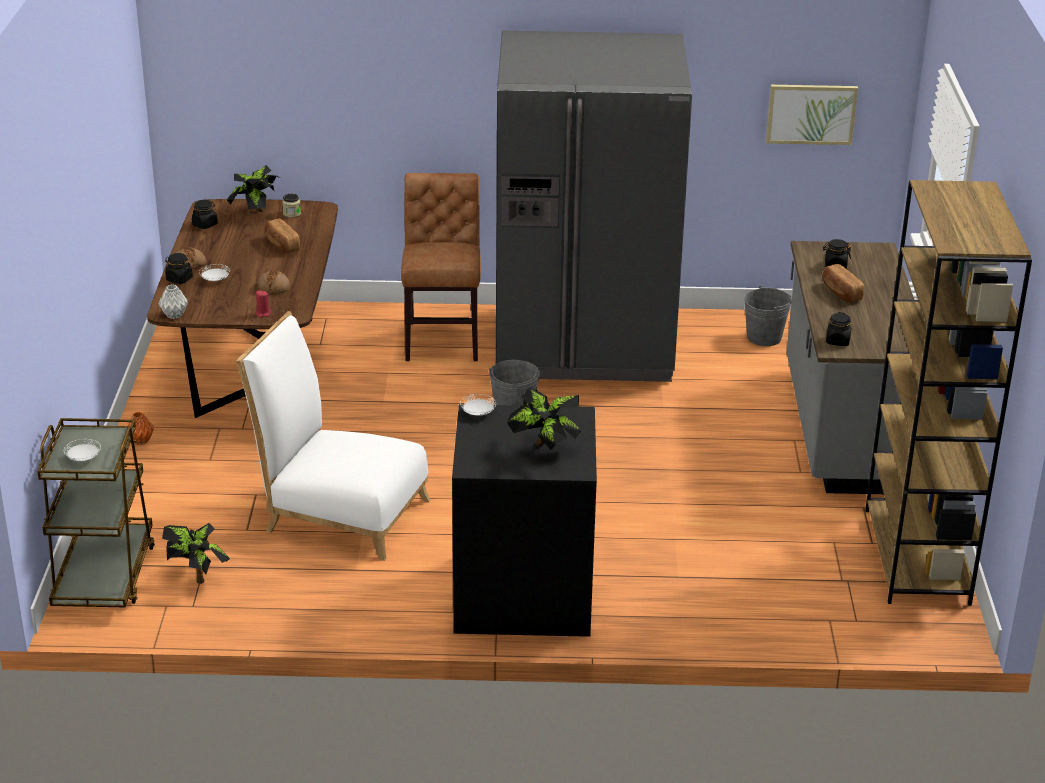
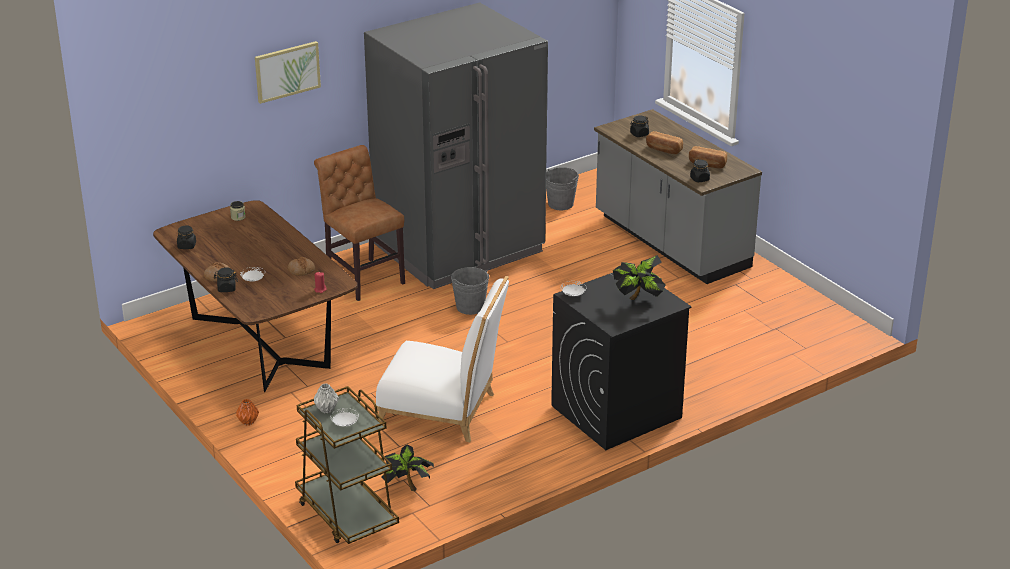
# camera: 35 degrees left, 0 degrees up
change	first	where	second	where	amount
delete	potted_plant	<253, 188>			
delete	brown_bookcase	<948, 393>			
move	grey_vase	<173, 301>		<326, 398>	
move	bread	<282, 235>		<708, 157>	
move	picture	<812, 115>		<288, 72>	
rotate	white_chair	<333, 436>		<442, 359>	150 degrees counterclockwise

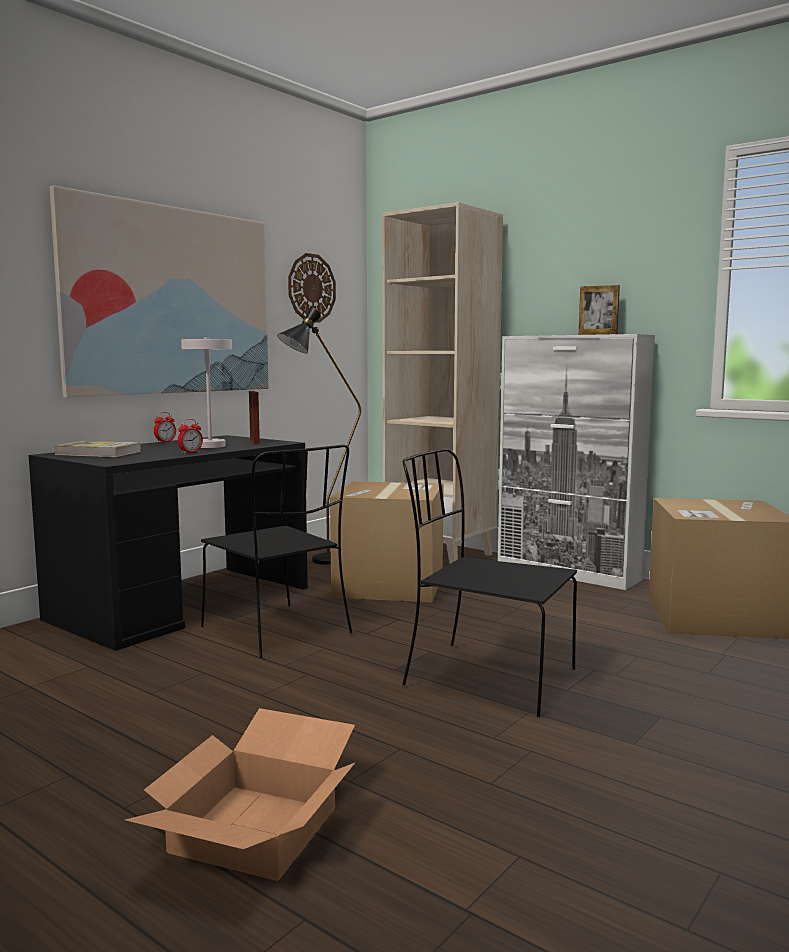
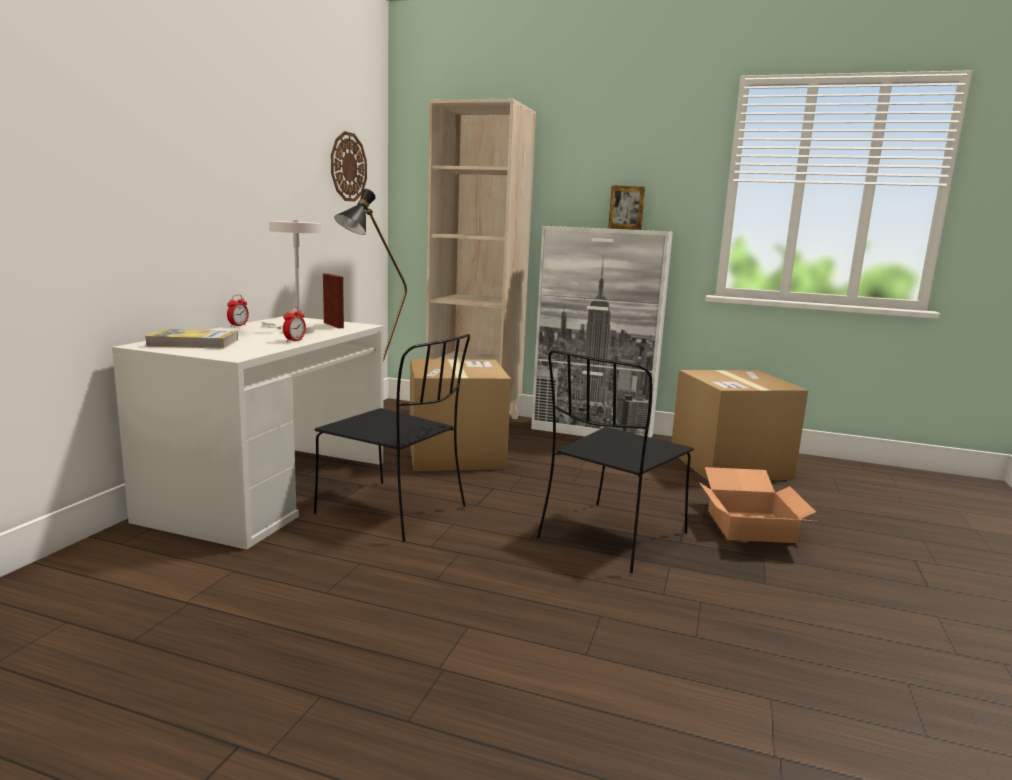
# camera: 20 degrees left, 5 degrees up
change	first	where	second	where	amount
delete	picture	<159, 292>			
move	cardboard_box	<240, 794>		<757, 505>	
recolor	black_desk	<168, 543>	white_desk	<248, 433>	
rotate	black_chair	<489, 583>		<615, 461>	60 degrees counterclockwise

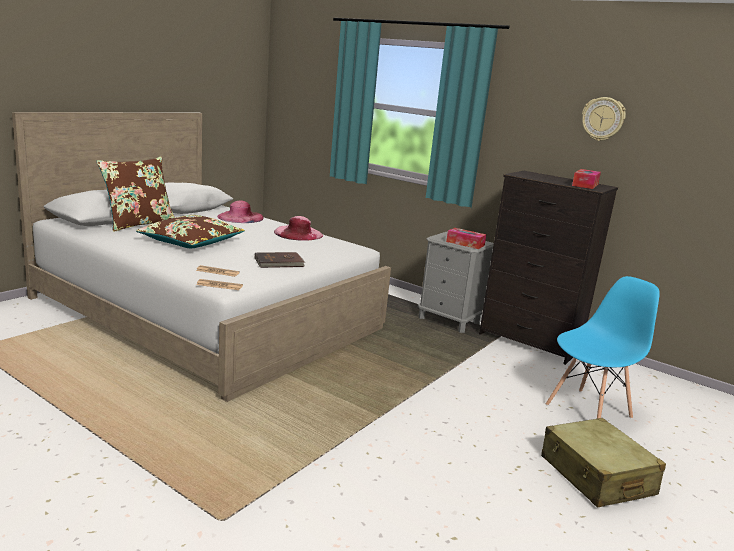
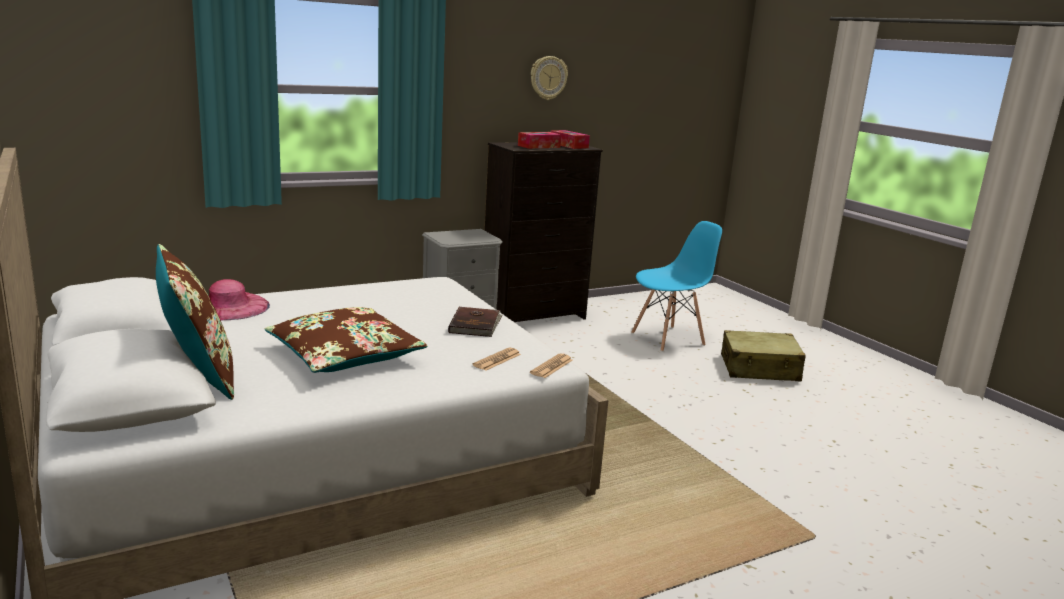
# camera: 65 degrees left, 0 degrees up
change	first	where	second	where	amount
delete	pink_hat	<298, 228>			
move	tissue_box	<466, 238>		<539, 140>	
rotate	blue_chair	<603, 347>		<676, 286>	75 degrees clockwise

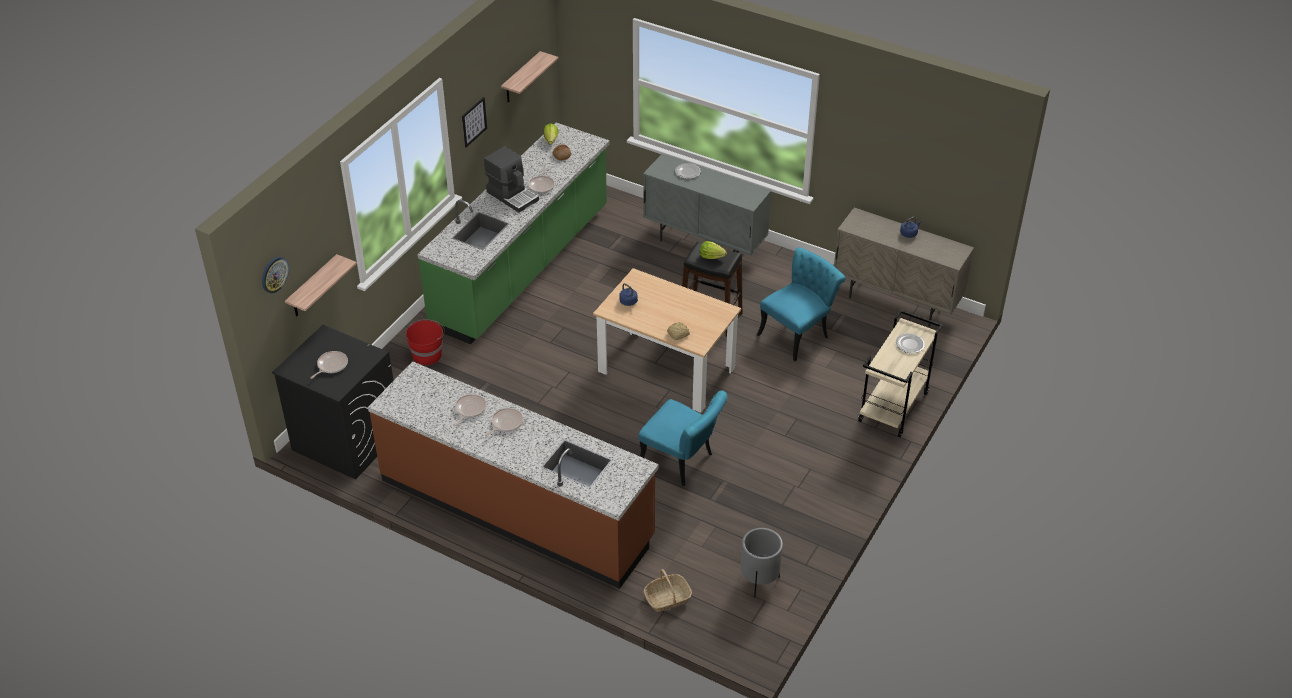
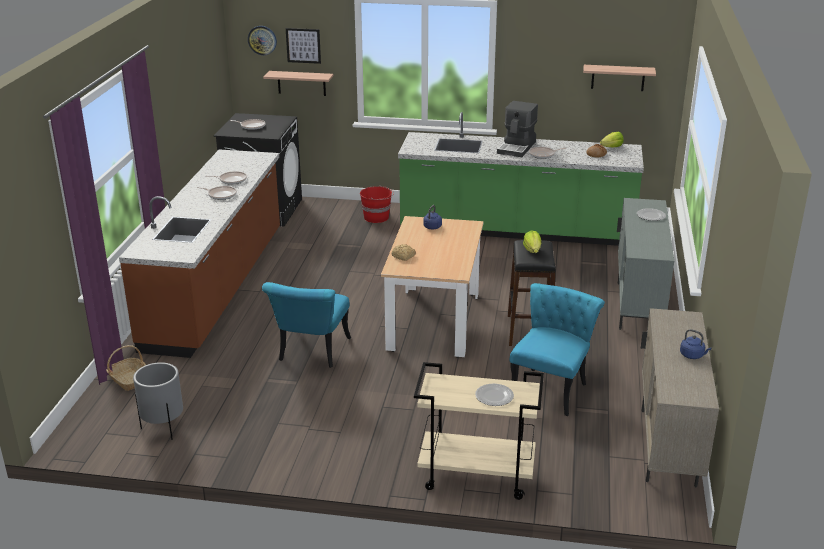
# camera: 70 degrees right, 15 degrees down
change	first	where	second	where	amount
move	picture	<474, 122>		<303, 46>	
rotate	turquoise_chair	<801, 304>		<557, 349>	90 degrees counterclockwise

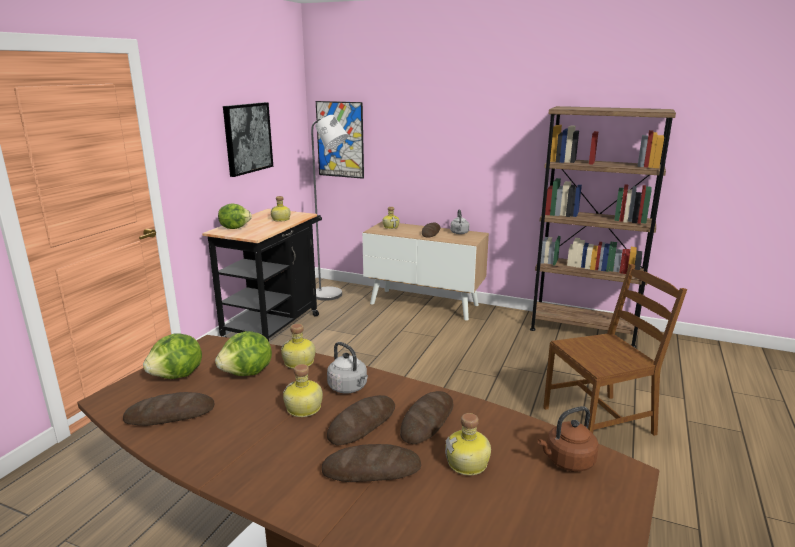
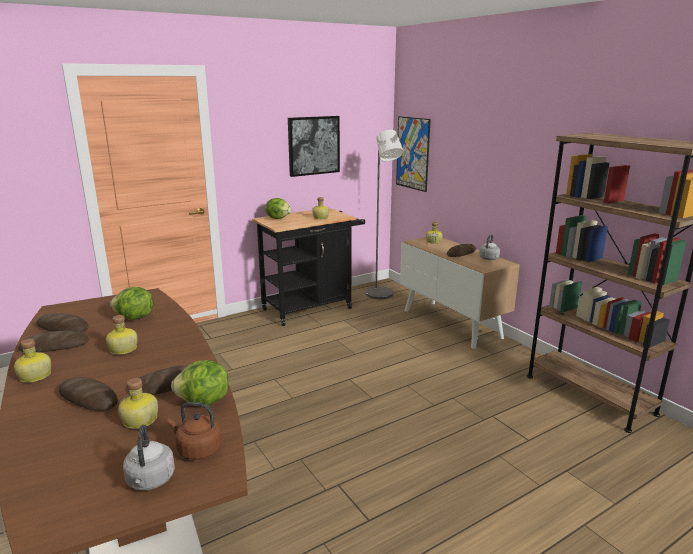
# camera: 35 degrees right, 0 degrees up
change	first	where	second	where	amount
delete	brown_chair	<615, 350>			
move	lettuce	<172, 356>		<200, 382>	
move	bottle	<298, 346>		<32, 361>	
move	grey_kettle	<347, 367>		<149, 457>	
move	bread	<361, 420>		<53, 341>	

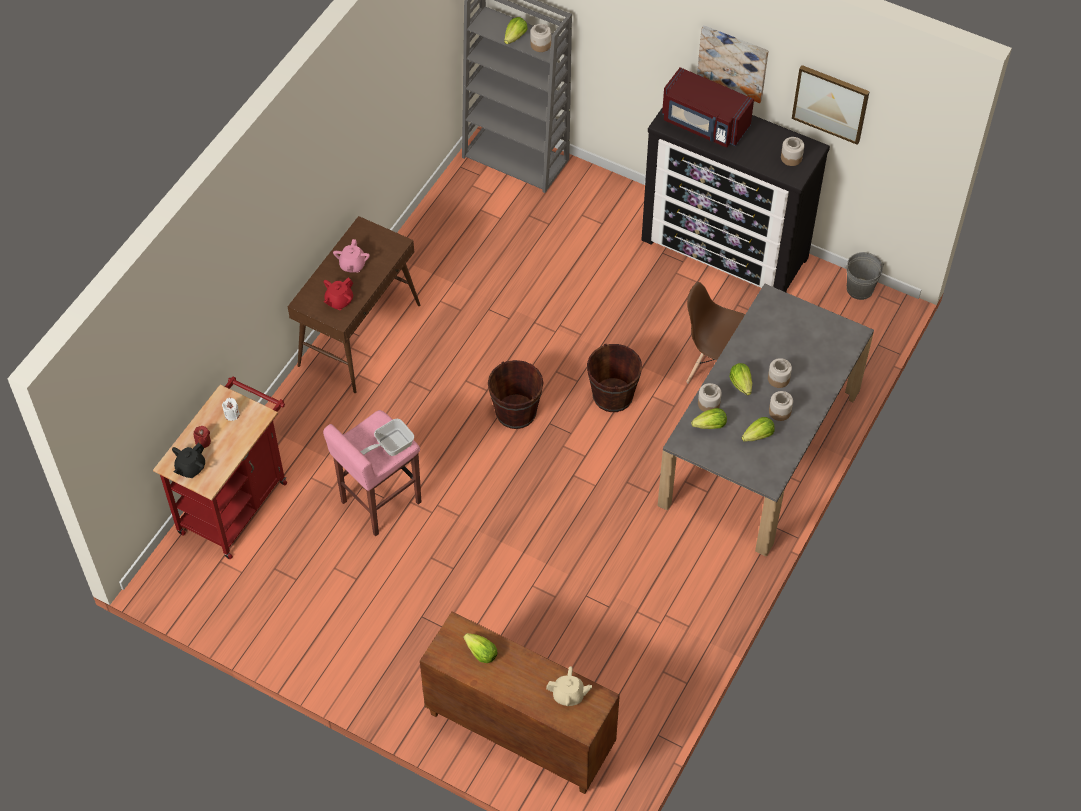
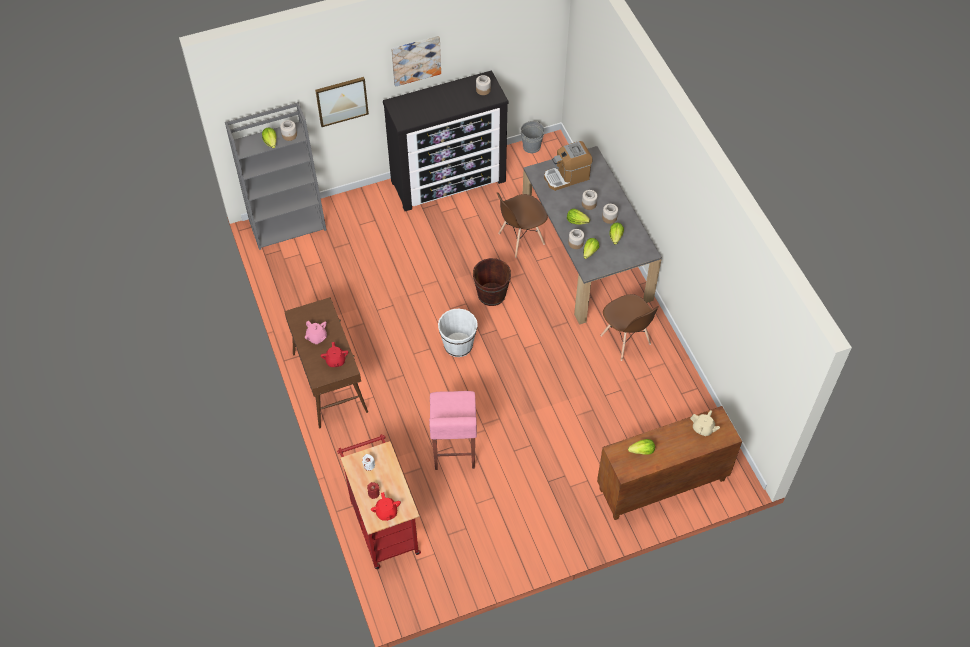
# camera: 50 degrees left, 0 degrees up
change	first	where	second	where	amount
delete	frying_pan	<387, 437>			
delete	red_microwave	<708, 107>			
insert			coffee_machine	<568, 166>	
insert			brown_chair	<629, 327>	
move	picture	<831, 105>		<342, 102>	
recolor	black_teapot	<188, 460>	red_teapot	<386, 506>	
recolor	brown_bucket	<515, 394>	white_bucket	<458, 333>	
rotate	beige_teapot	<569, 686>		<705, 423>	75 degrees clockwise

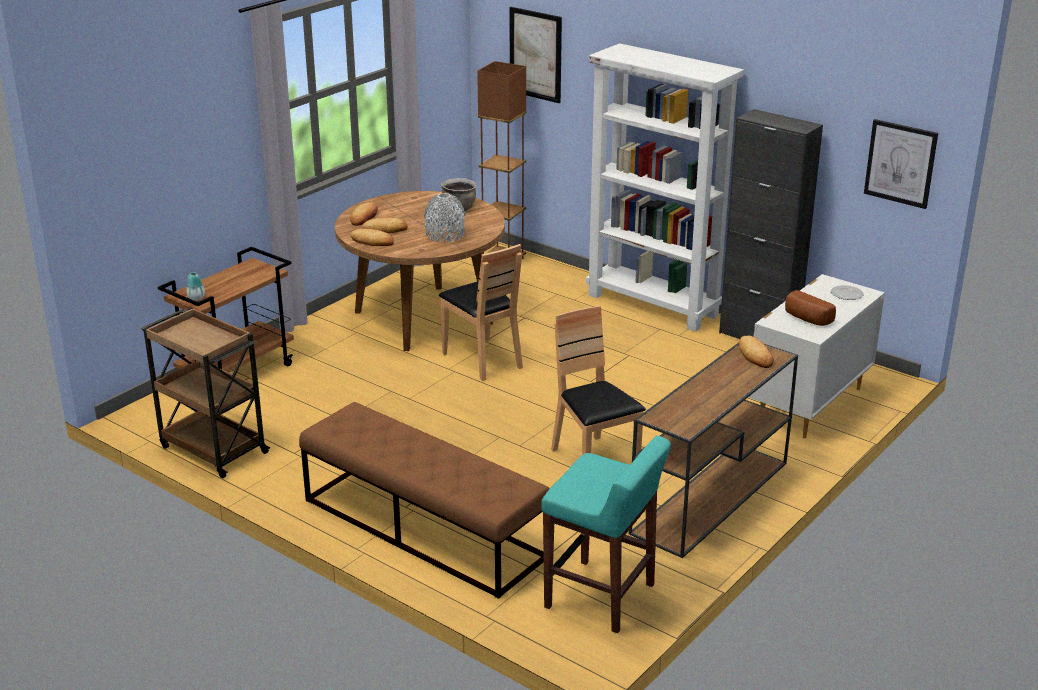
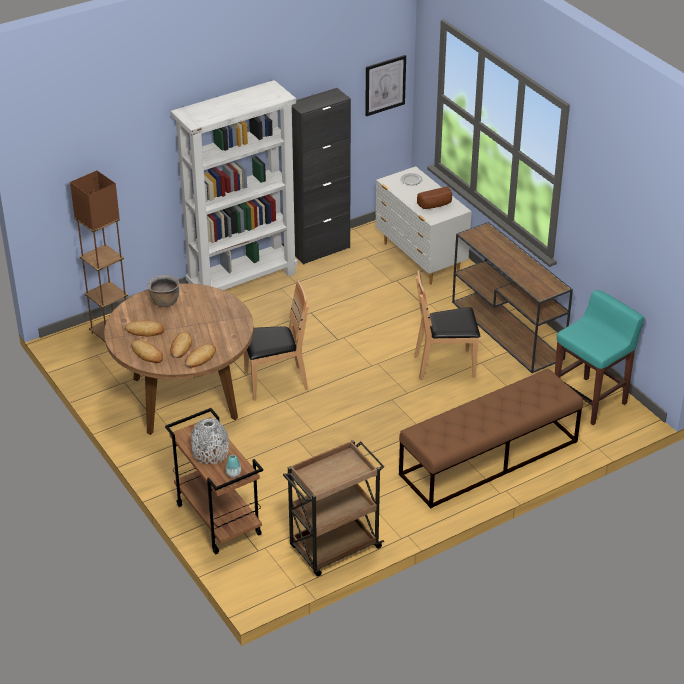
# camera: 70 degrees left, 10 degrees up
change	first	where	second	where	amount
delete	picture	<536, 55>			
move	grey_vase	<444, 218>		<210, 441>	
move	bread	<756, 352>		<144, 329>	

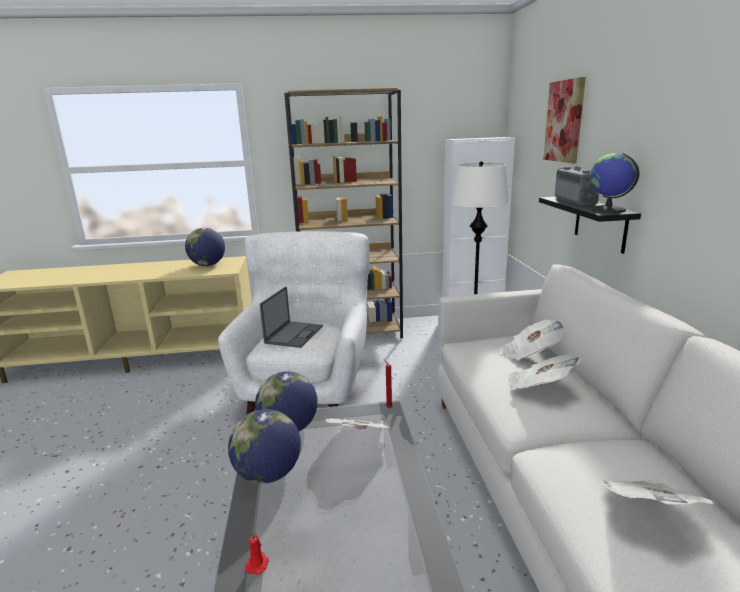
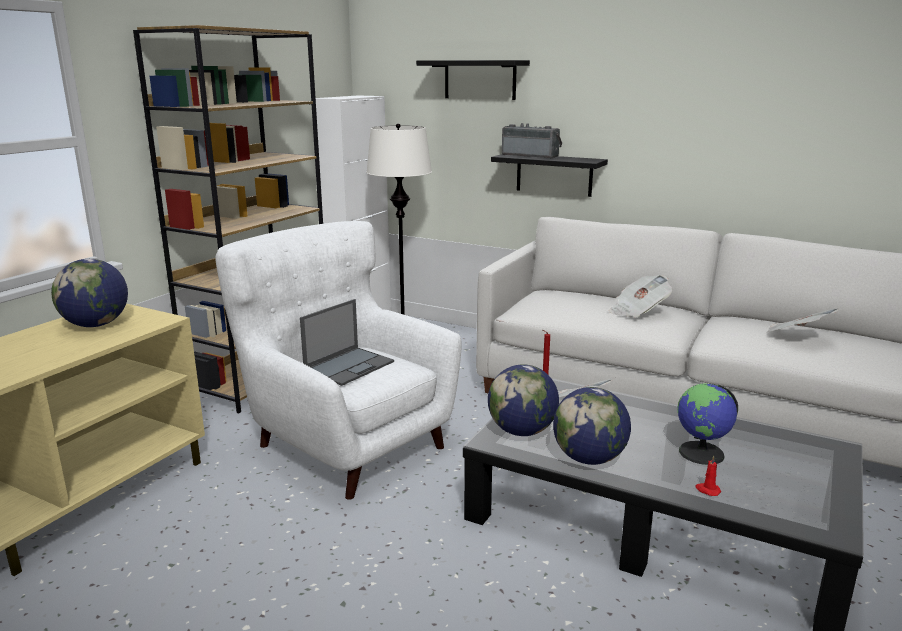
# camera: 55 degrees left, 0 degrees up
change	first	where	second	where	amount
delete	newspaper	<531, 340>			
move	globe	<615, 183>		<707, 424>	
replace	picture	<564, 120>	black_shelf	<473, 80>	
rotate	laptop	<291, 317>		<347, 342>	75 degrees clockwise

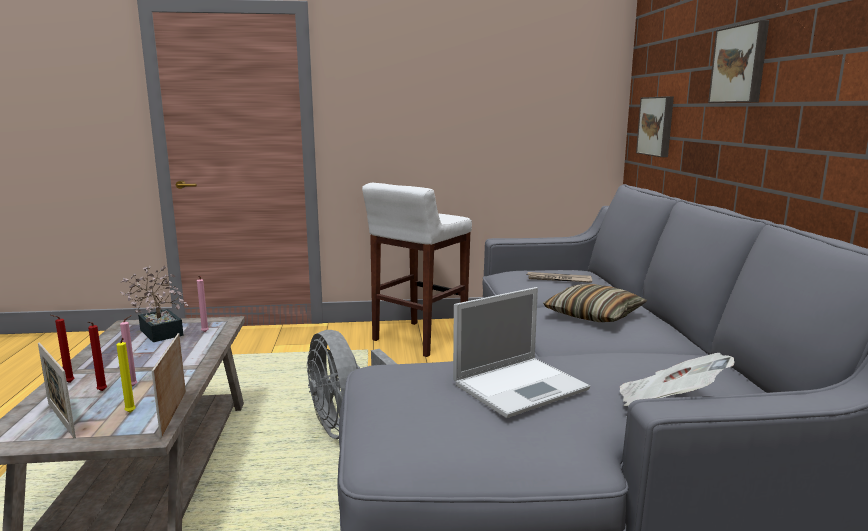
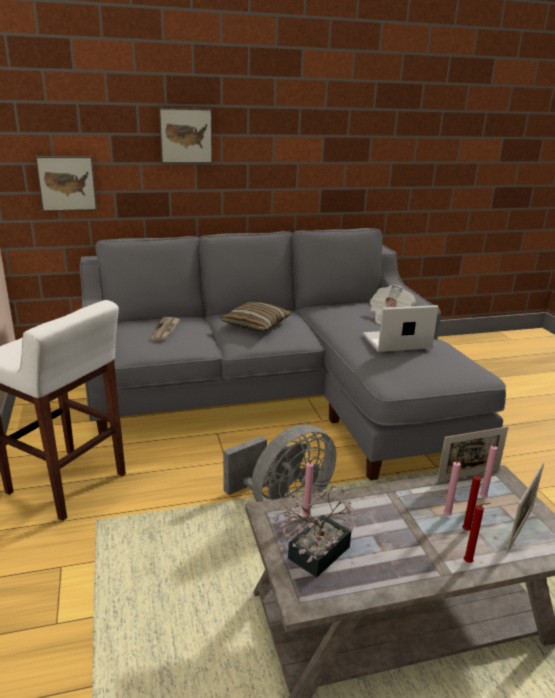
# camera: 100 degrees left, 10 degrees up
change	first	where	second	where	amount
recolor	yellow_candle	<126, 375>	pink_candle	<488, 467>	
rotate	laptop	<521, 352>		<401, 328>	60 degrees counterclockwise

